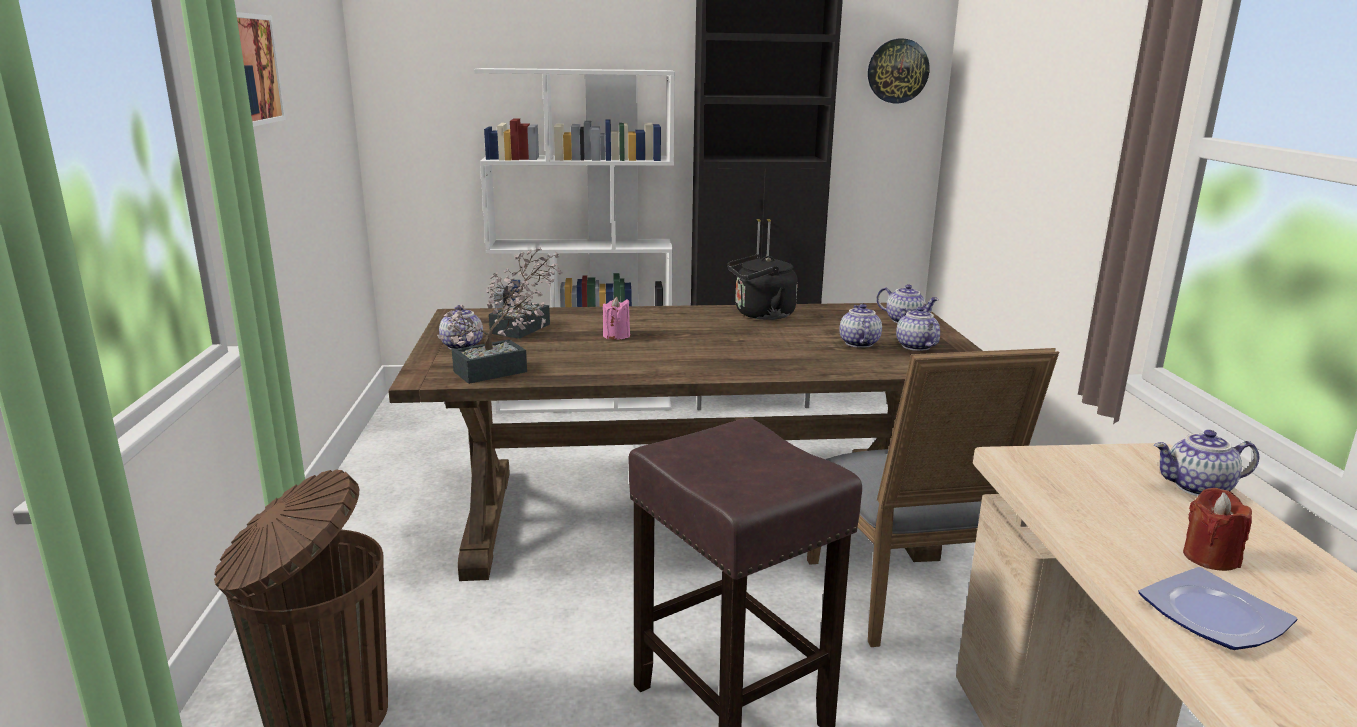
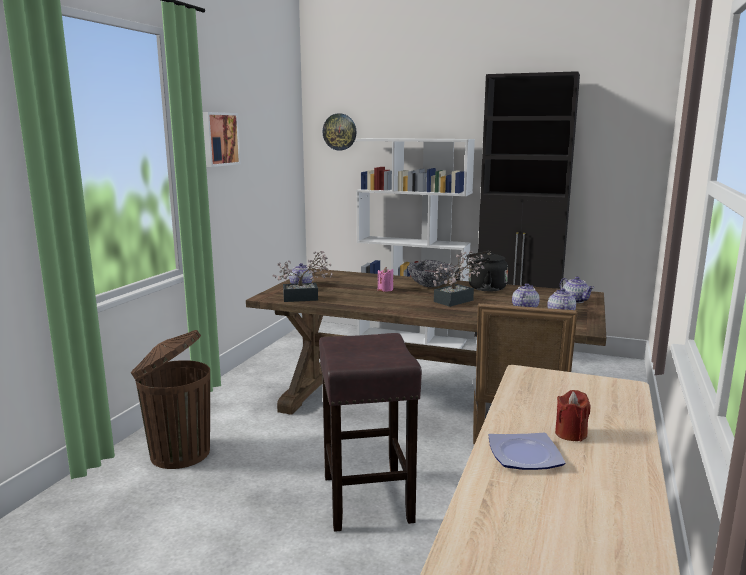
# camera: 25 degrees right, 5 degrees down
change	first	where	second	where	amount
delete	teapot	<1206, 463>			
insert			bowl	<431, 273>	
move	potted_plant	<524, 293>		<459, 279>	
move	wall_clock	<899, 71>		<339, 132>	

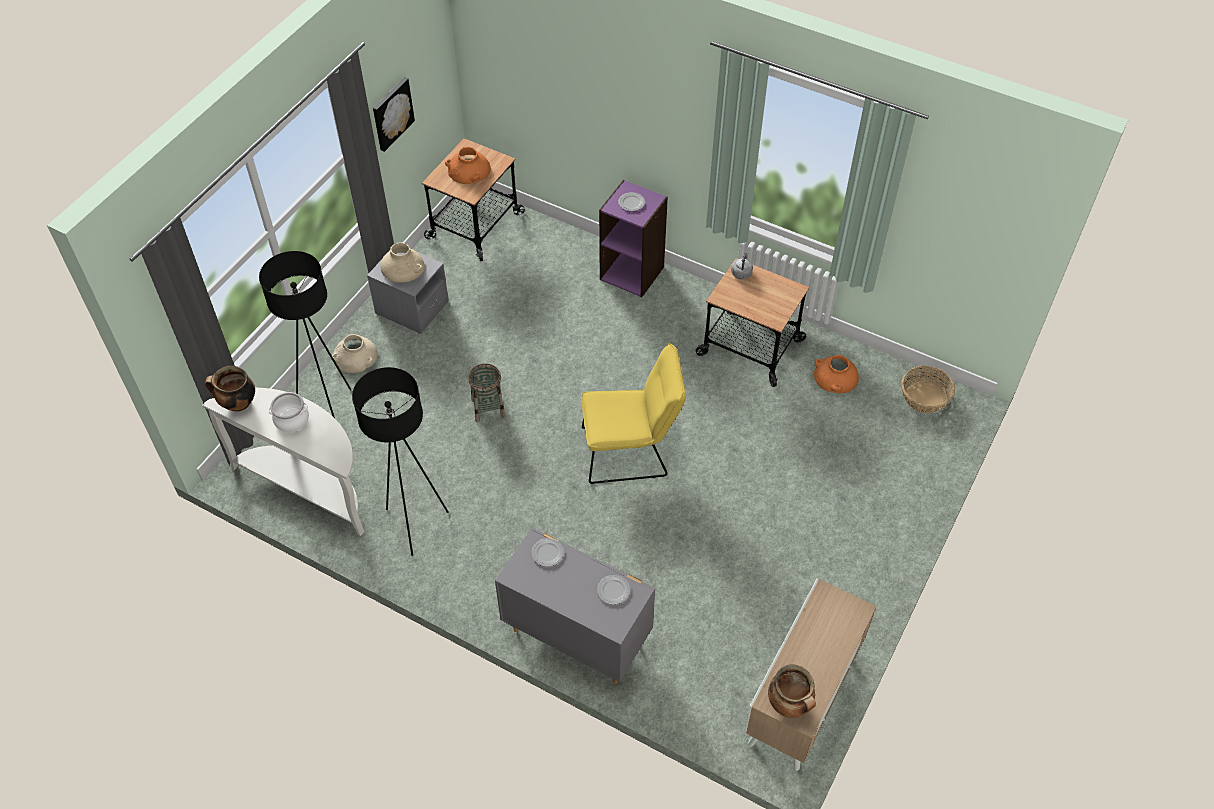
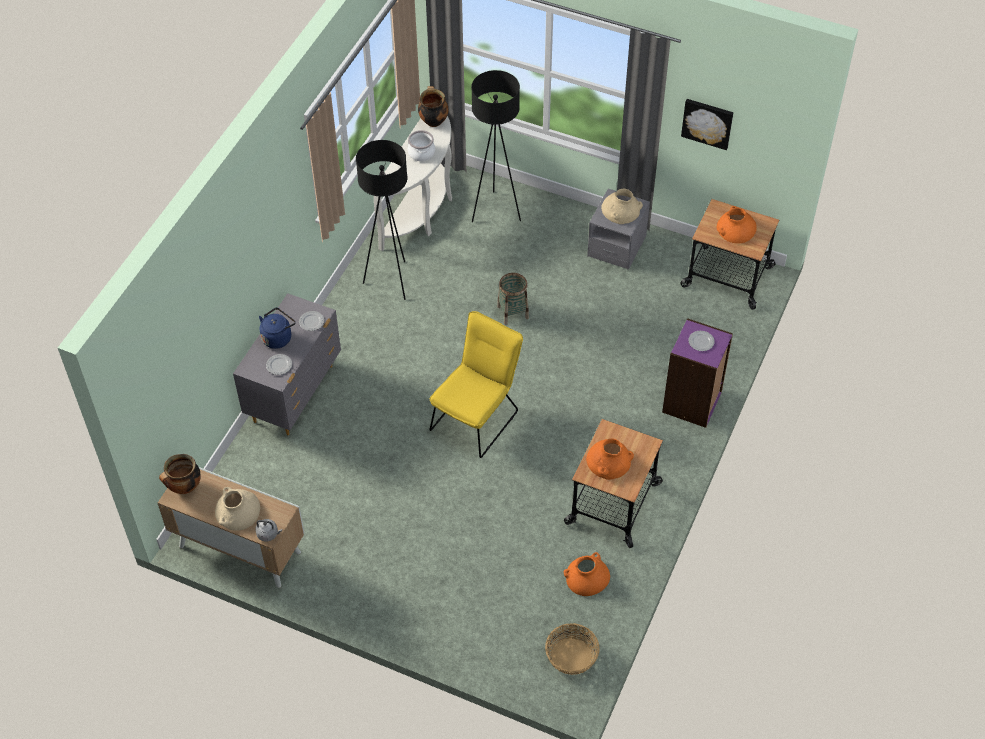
# camera: 85 degrees right, 0 degrees up
change	first	where	second	where	amount
insert			blue_kettle	<277, 328>	
insert			orange_vase	<610, 459>	
move	beige_vase	<355, 353>		<237, 509>	
move	grey_kettle	<742, 265>		<268, 530>	
rotate	yellow_chair	<633, 413>		<476, 384>	135 degrees counterclockwise

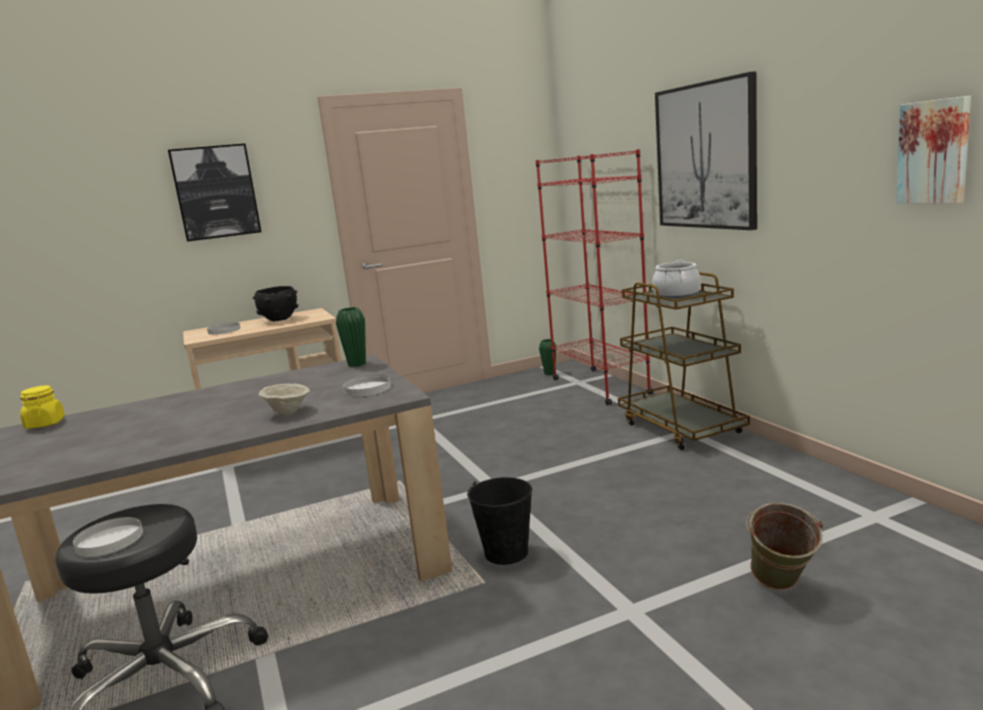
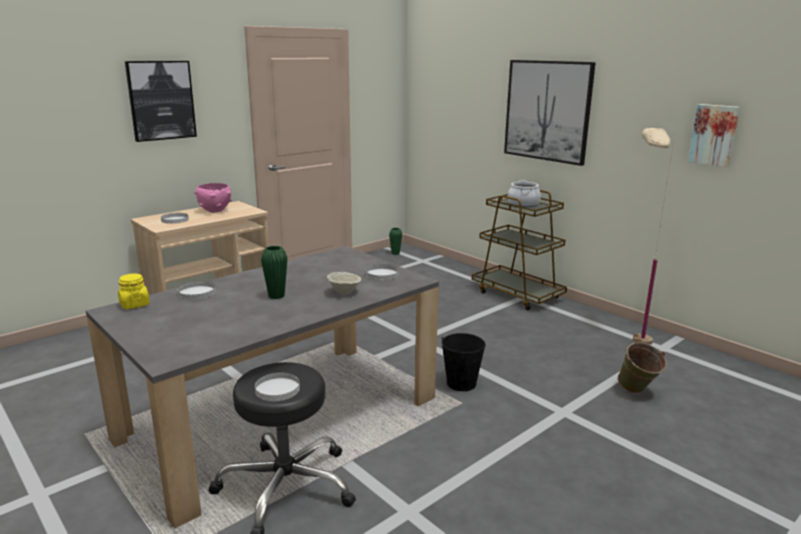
# camera: 20 degrees left, 5 degrees up
change	first	where	second	where	amount
delete	red_bookcase	<595, 277>			
insert			white_plate	<196, 290>	
insert			beige_floor_lamp	<653, 236>	
move	green_vase	<351, 337>		<274, 272>	
recolor	black_bowl	<275, 303>	pink_bowl	<213, 198>	

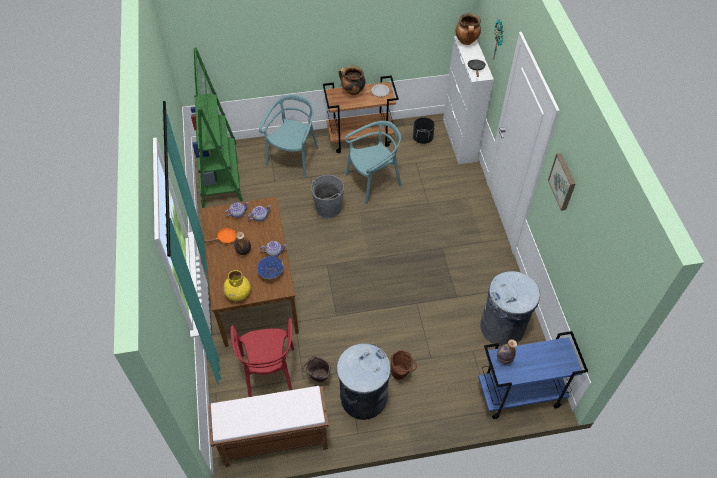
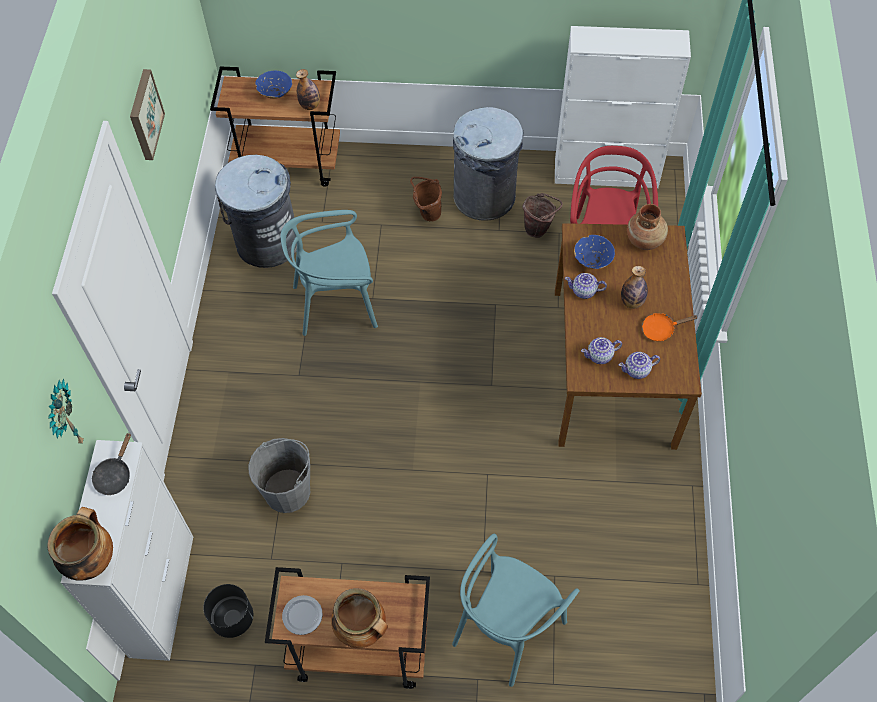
# camera: 165 degrees left, 5 degrees up
change	first	where	second	where	amount
delete	green_bookcase	<217, 127>			
insert			blue_bowl	<273, 84>	
move	grey_bucket	<327, 196>		<279, 475>	
move	turquoise_chair	<373, 162>		<329, 273>	
replace	brown_bench	<268, 426>	white_cabinet	<623, 107>	
recolor	yellow_vase	<237, 285>	brown_vase	<647, 227>	
recolor	blue_cart	<533, 375>	brown_cart	<275, 126>	

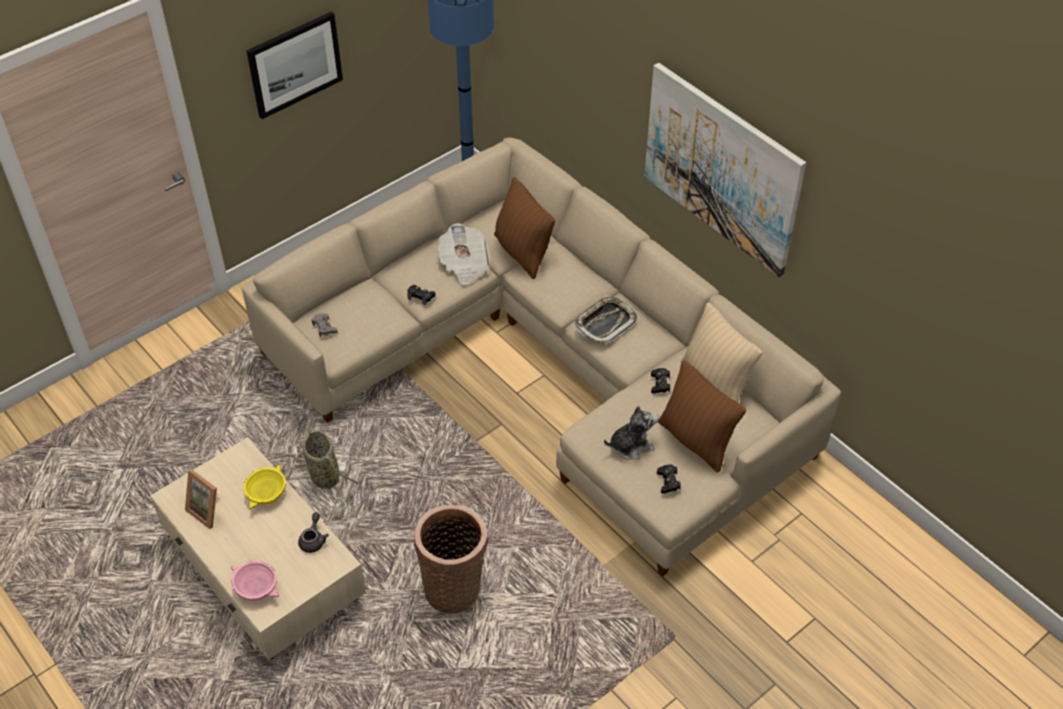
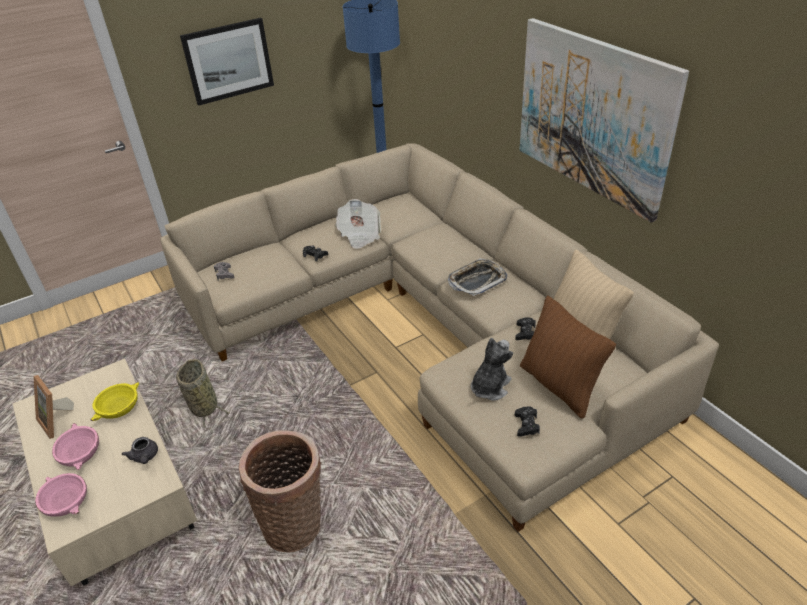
# camera: 10 degrees right, 10 degrees down
change	first	where	second	where	amount
delete	brown_pillow	<524, 228>			
insert			pink_bowl	<75, 446>	
rotate	grey_teapot	<313, 532>		<140, 450>	135 degrees clockwise
rotate	plush_toy	<631, 433>		<492, 369>	45 degrees counterclockwise

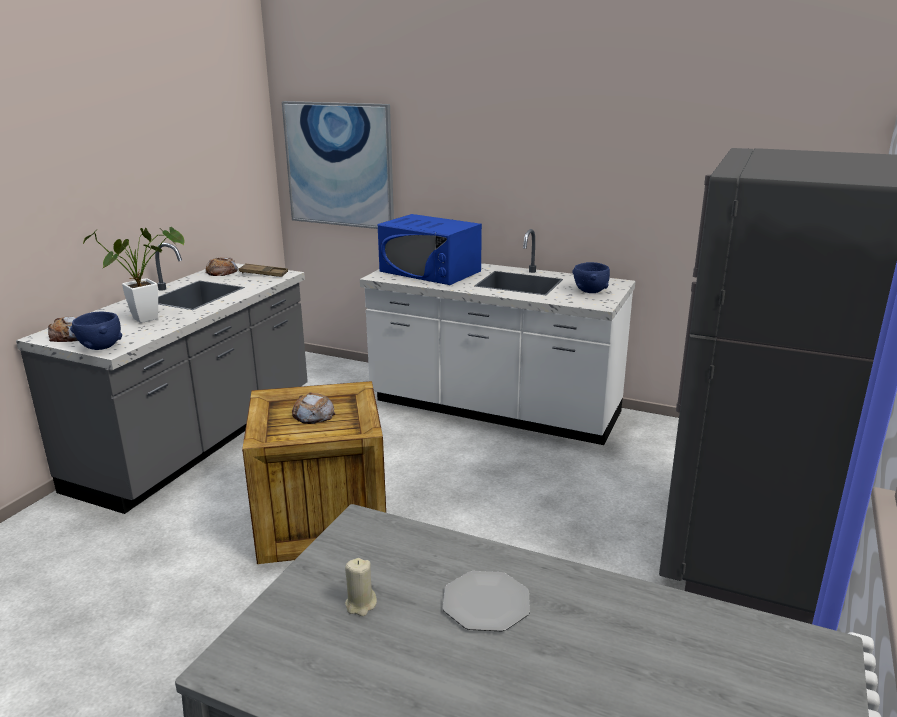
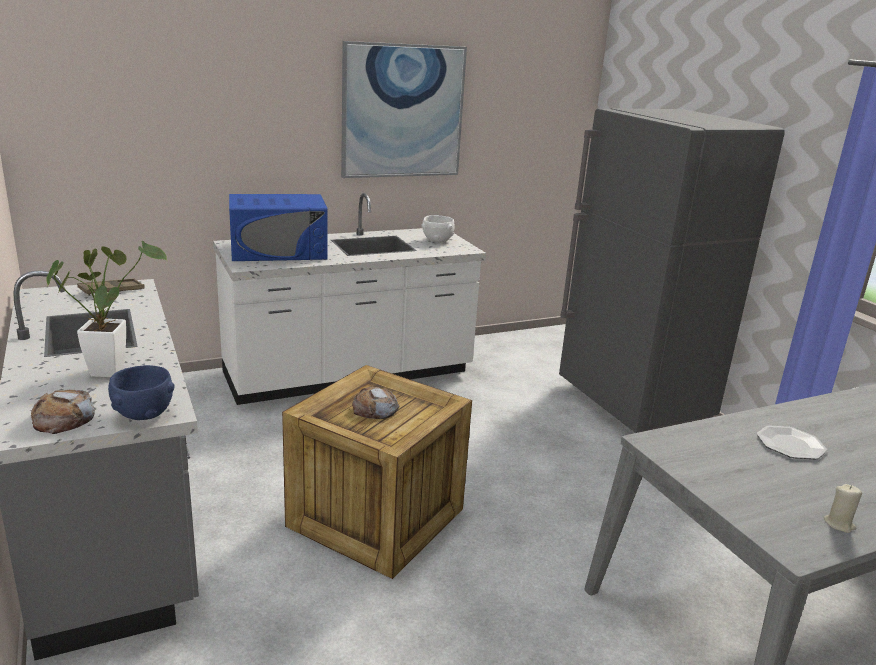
# camera: 50 degrees left, 0 degrees up
change	first	where	second	where	amount
delete	bread	<221, 266>			
move	picture	<338, 165>		<404, 109>	
move	beige_candle	<361, 587>		<843, 508>	
recolor	blue_bowl	<591, 277>	white_bowl	<437, 228>	

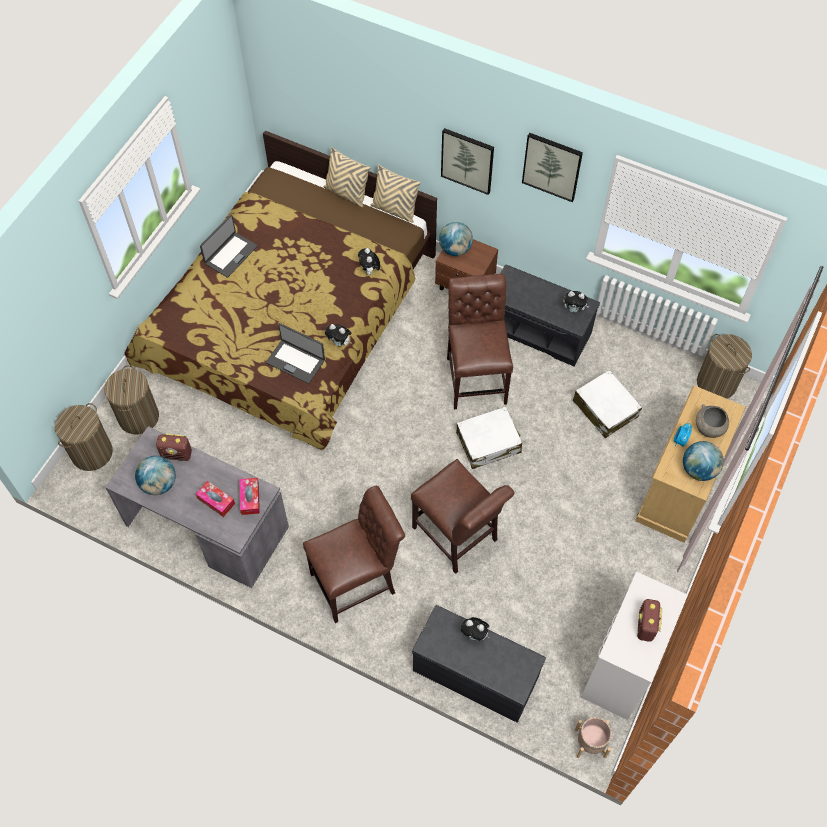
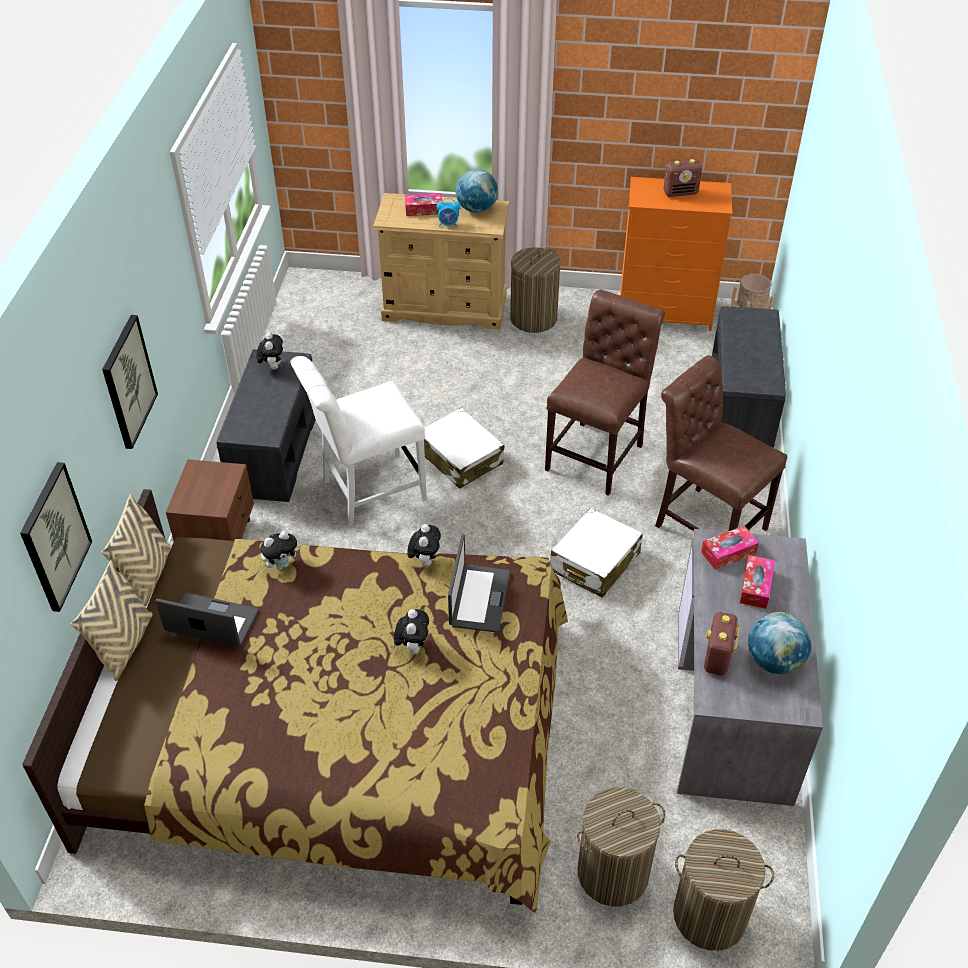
# camera: 110 degrees left, 15 degrees down
change	first	where	second	where	amount
delete	globe	<456, 239>			
move	laptop	<229, 246>		<207, 620>	
move	plush_toy	<475, 629>		<411, 632>	
move	picture	<552, 167>		<56, 537>	
move	white_suitcase	<607, 404>		<596, 553>	
move	laundry_basket	<724, 366>		<535, 290>	
replace	grey_bowl	<712, 421>	tissue_box	<423, 204>	
recolor	brown_chair	<480, 341>	white_chair	<359, 441>	
recolor	white_dresser	<634, 646>	orange_dresser	<676, 254>	
rotate	radio	<174, 447>		<722, 643>	150 degrees counterclockwise

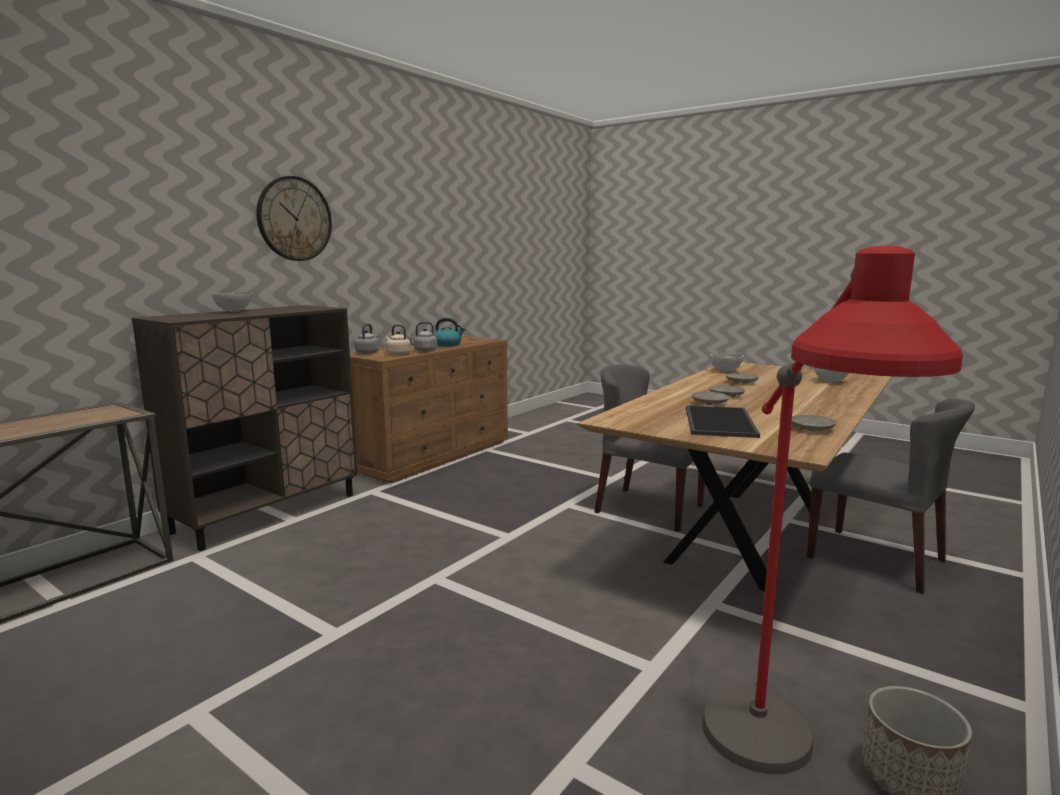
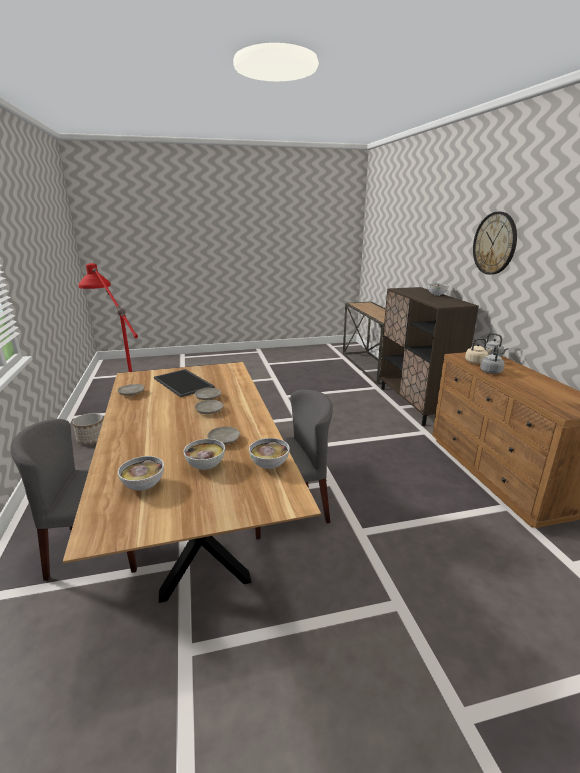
# camera: 130 degrees right, 10 degrees up
change	first	where	second	where	amount
delete	kettle	<449, 332>			
insert			bowl	<204, 454>	

